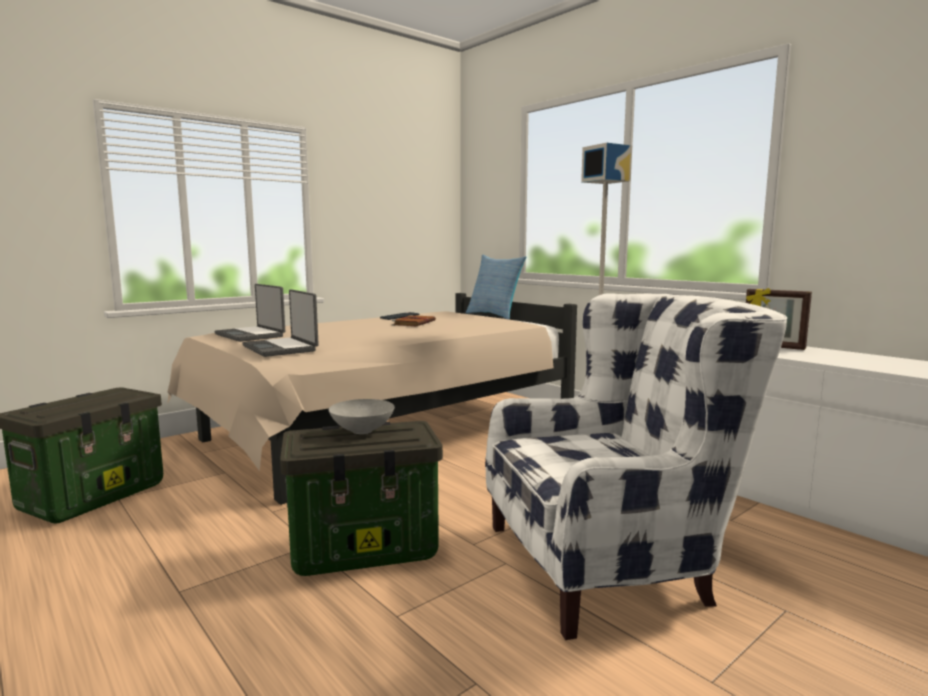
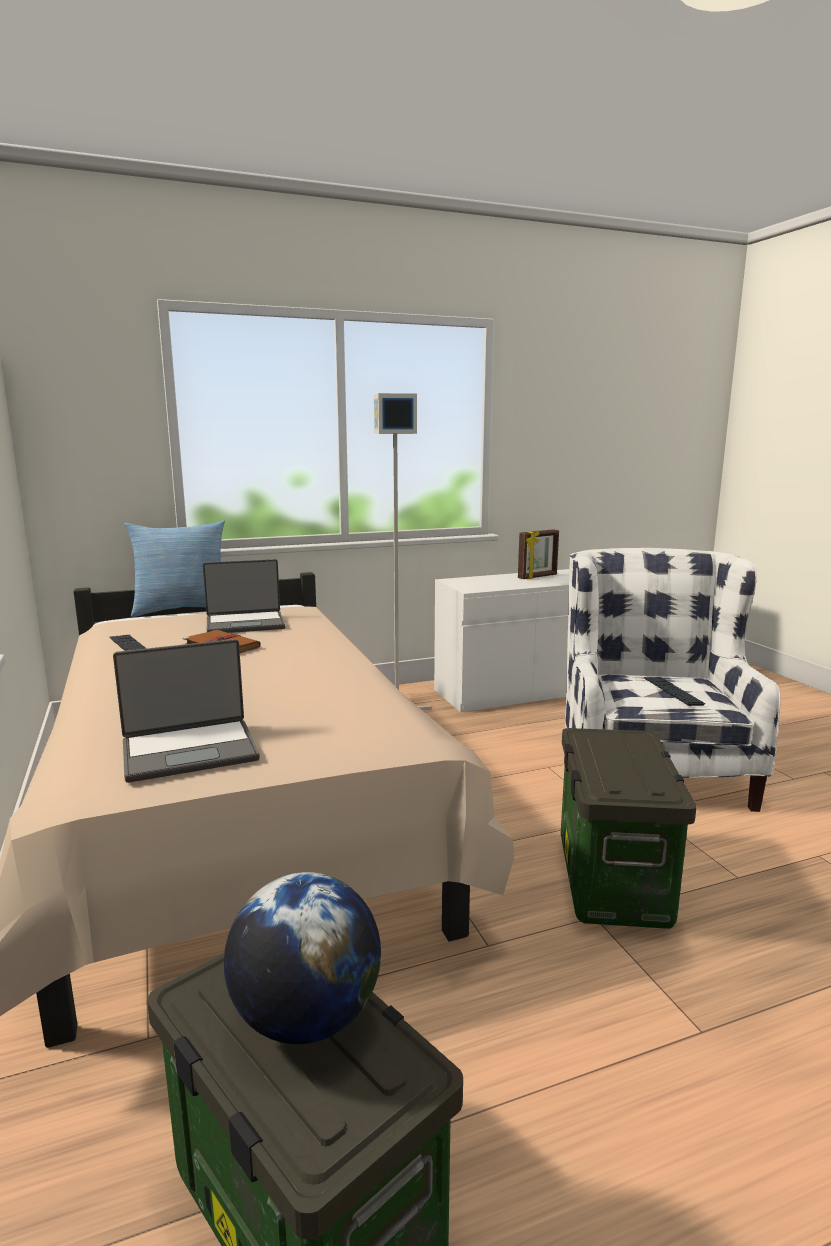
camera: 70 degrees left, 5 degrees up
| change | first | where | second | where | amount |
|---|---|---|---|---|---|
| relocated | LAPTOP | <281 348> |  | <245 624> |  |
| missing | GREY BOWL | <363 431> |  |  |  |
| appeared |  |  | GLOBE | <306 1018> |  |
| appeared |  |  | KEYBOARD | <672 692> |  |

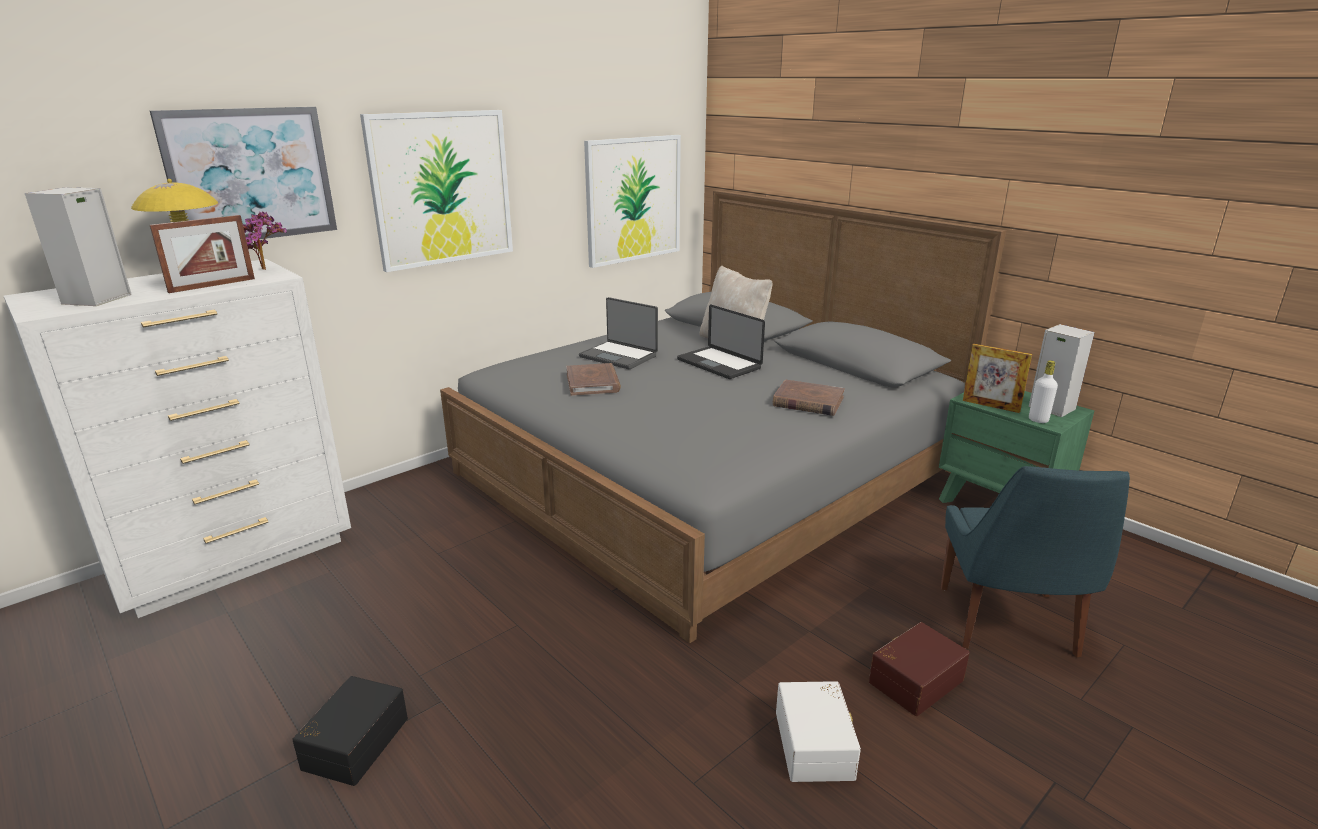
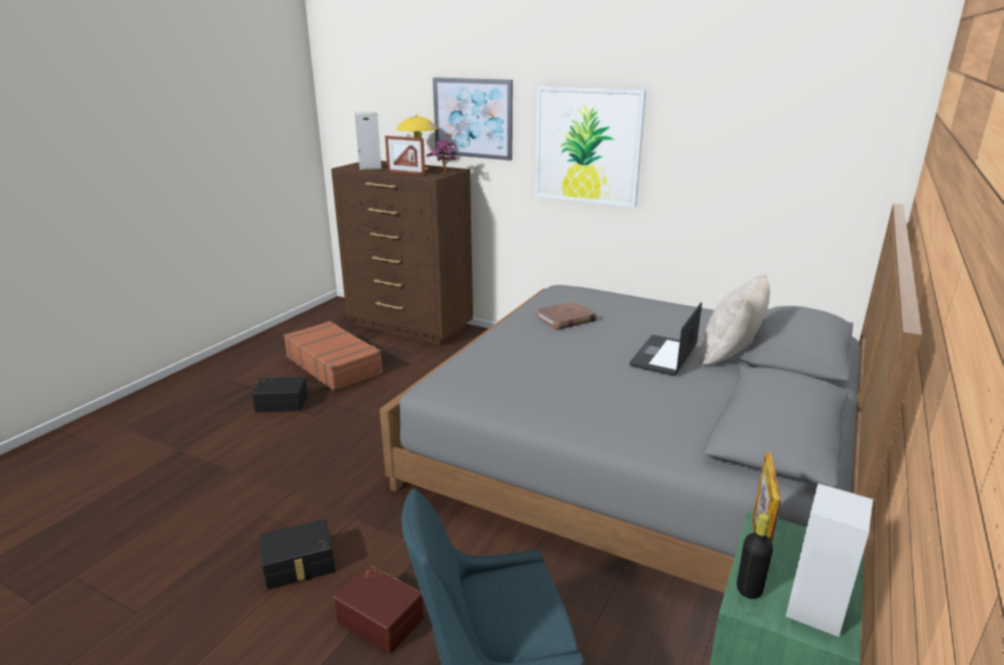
camera: 70 degrees right, 0 degrees up
| change | first | where | second | where | amount |
|---|---|---|---|---|---|
| colour | WHITE DRESSER | <236 558> | BROWN DRESSER | <410 326> |  |
| missing | LAPTOP | <619 356> |  |  |  |
| missing | PICTURE | <633 199> |  |  |  |
| missing | BROWN BOOK | <808 402> |  |  |  |
| colour | WHITE STORAGE BOX | <816 744> | BLACK STORAGE BOX | <299 565> |  |
| colour | WHITE BOTTLE | <1038 420> | BLACK BOTTLE | <749 589> |  |
| appeared |  |  | BROWN SUITCASE | <334 365> |  |

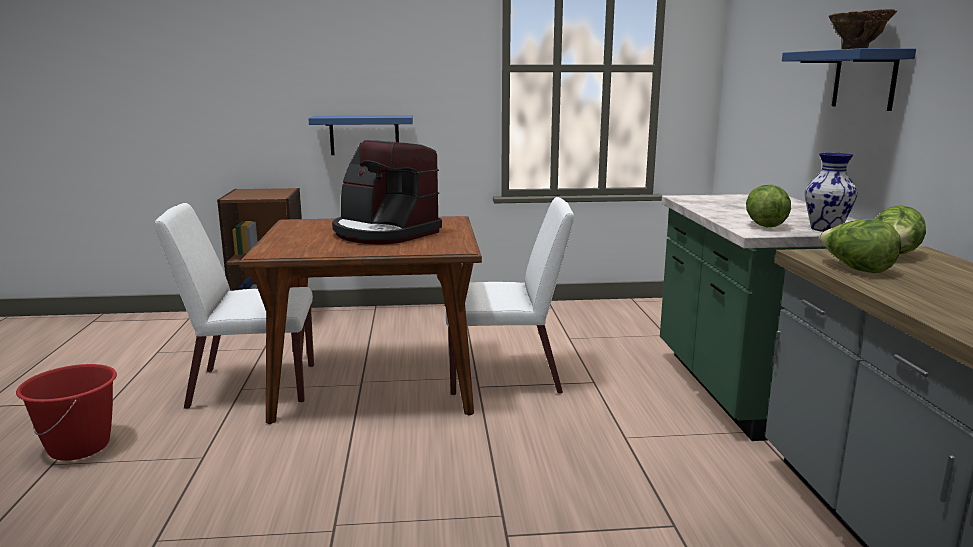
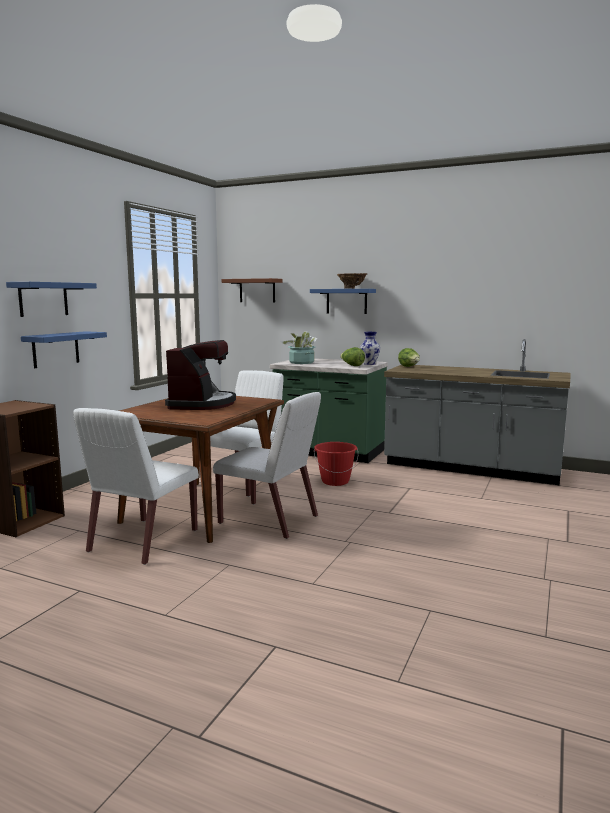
camera: 60 degrees left, 5 degrees down
| change | first | where | second | where | amount |
|---|---|---|---|---|---|
| relocated | RED BUCKET | <80 447> |  | <335 481> |  |
| spun | COFFEE MACHINE | <384 233> |  | <202 404> | 60 degrees counterclockwise |
| missing | LETTUCE | <855 269> |  |  |  |
| appeared |  |  | BLUE SHELF | <43 299> |  |
| appeared |  |  | WHITE CHAIR | <270 520> |  |
| appeared |  |  | BROWN SHELF | <257 290> |  |
| appeared |  |  | POTTED PLANT | <301 362> |  |

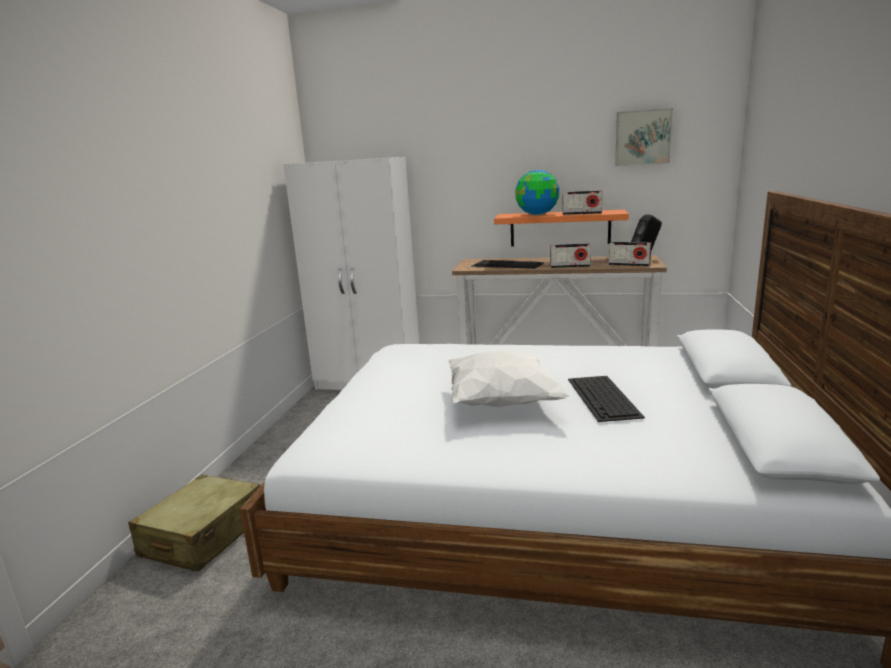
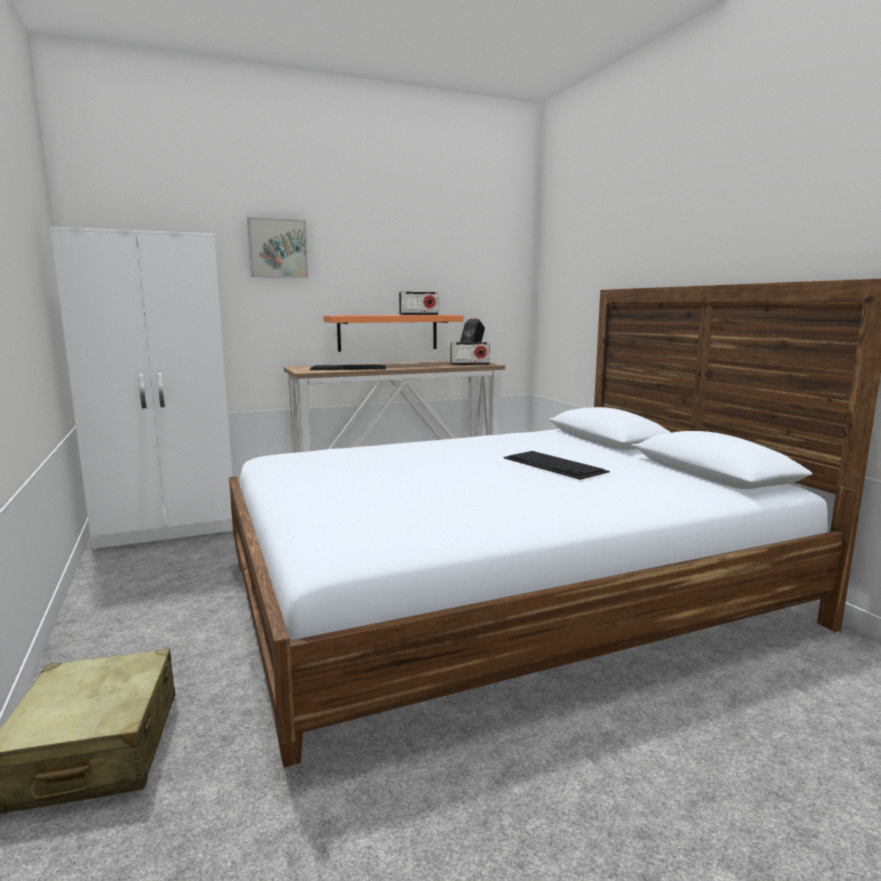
camera: 35 degrees left, 5 degrees down
| change | first | where | second | where | amount |
|---|---|---|---|---|---|
| missing | WHITE PILLOW | <500 402> |  |  |  |
| missing | GLOBE | <537 214> |  |  |  |
| missing | RADIO | <570 266> |  |  |  |
| relocated | PICTURE | <642 138> |  | <277 248> |  |

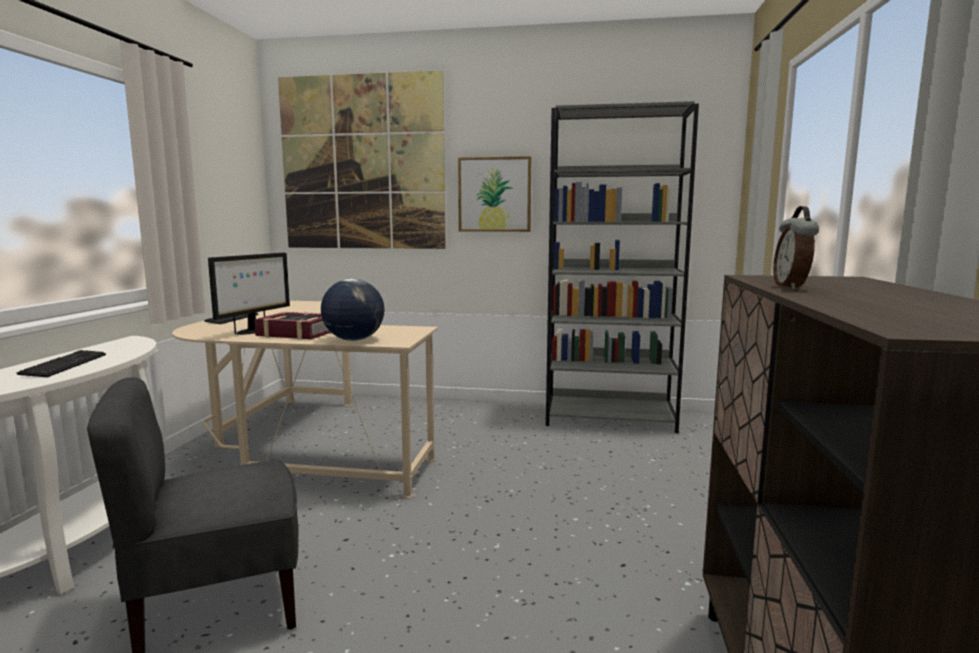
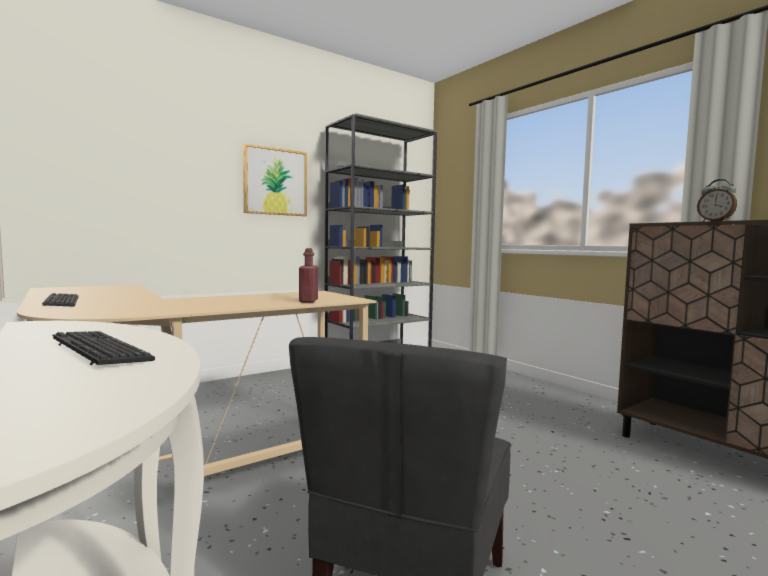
camera: 45 degrees left, 5 degrees down
| change | first | where | second | where | amount |
|---|---|---|---|---|---|
| missing | MONITOR | <253 331> |  |  |  |
| missing | BOOK | <297 333> |  |  |  |
| missing | PICTURE | <362 163> |  |  |  |
| exchanged | GLOBE | <353 340> | RED BOTTLE | <308 301> |  |

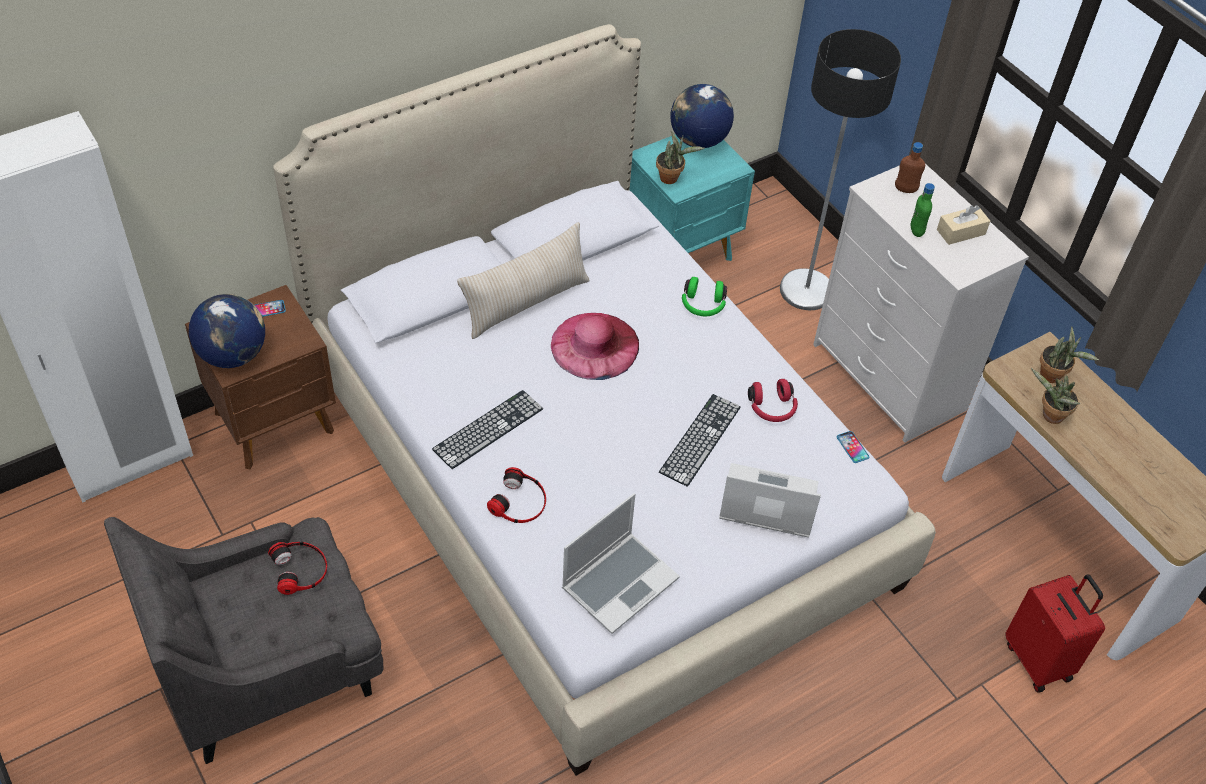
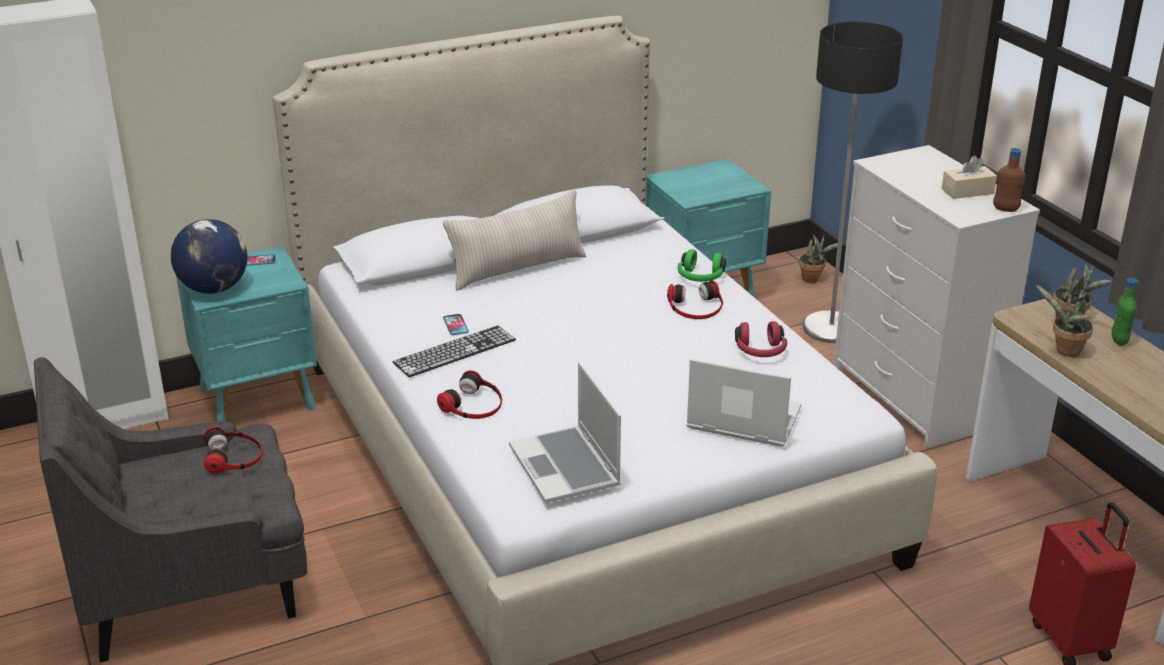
camera: 10 degrees right, 20 degrees down
| change | first | where | second | where | amount |
|---|---|---|---|---|---|
| colour | BROWN NIGHTSTAND | <276 423> | TURQUOISE NIGHTSTAND | <259 400> |  |
| missing | PINK HAT | <595 345> |  |  |  |
| spun | LAPTOP | <620 582> |  | <566 467> | 105 degrees clockwise |
| relocated | POTTED PLANT | <671 178> |  | <813 279> |  |
| missing | KEYBOARD | <700 439> |  |  |  |
| missing | GLOBE | <698 140> |  |  |  |
| relocated | PHONE | <852 447> |  | <455 325> |  |
| relocated | BROWN BOTTLE | <905 190> |  | <1005 209> |  |
| relocated | GREEN BOTTLE | <916 231> |  | <1119 340> |  |
| appeared |  |  | HEADPHONES | <696 307> |  |

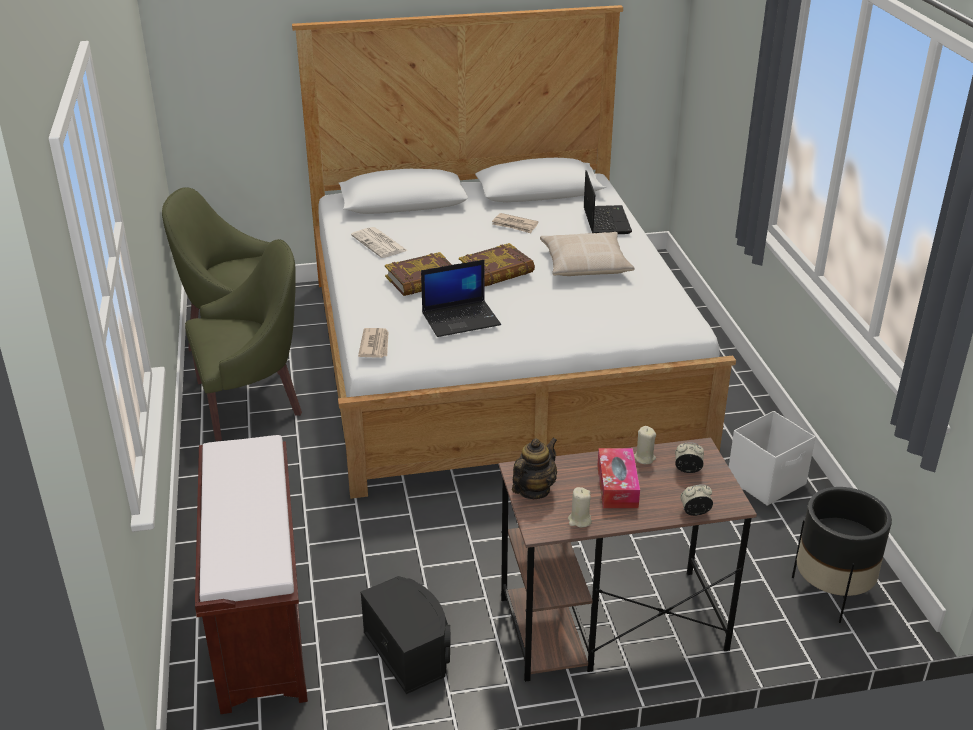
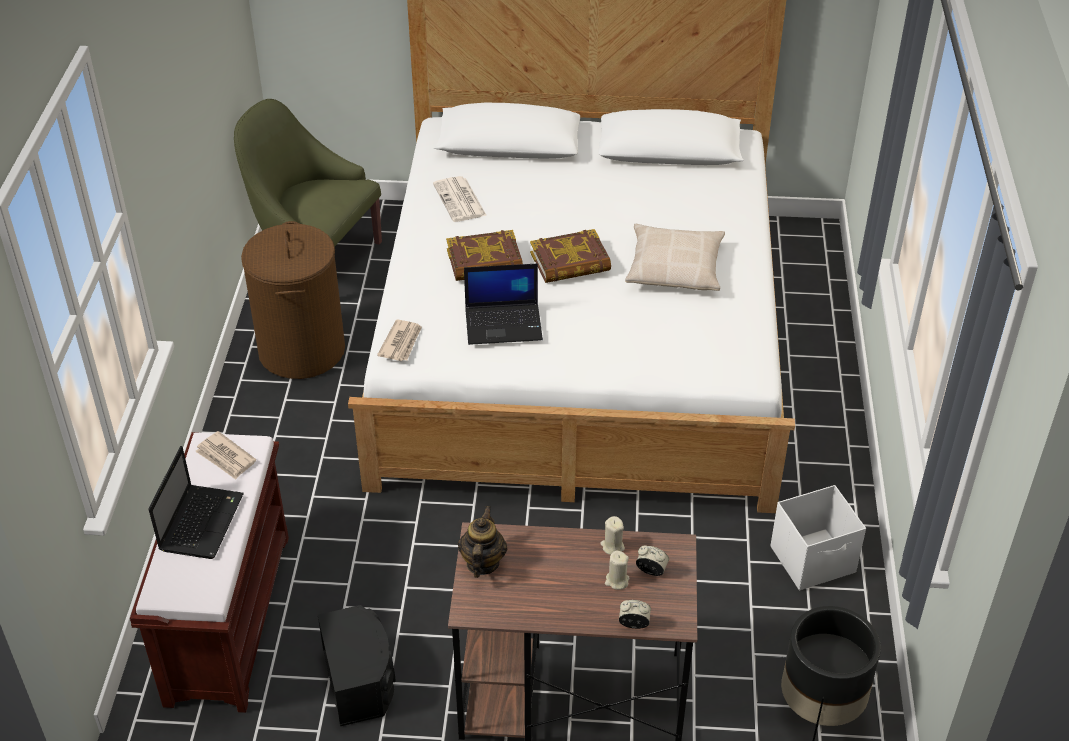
camera: 15 degrees right, 10 degrees up
| change | first | where | second | where | amount |
|---|---|---|---|---|---|
| exchanged | GREEN ARMCHAIR | <252 401> | BROWN LAUNDRY BASKET | <302 350> |  |
| relocated | NEWSPAPER | <515 225> |  | <226 458> |  |
| spun | TEAPOT | <533 490> |  | <482 563> | 45 degrees counterclockwise |
| relocated | BEIGE CANDLE | <579 520> |  | <617 581> |  |
| relocated | LAPTOP | <605 220> |  | <201 521> |  |
| missing | TISSUE BOX | <617 486> |  |  |  |

